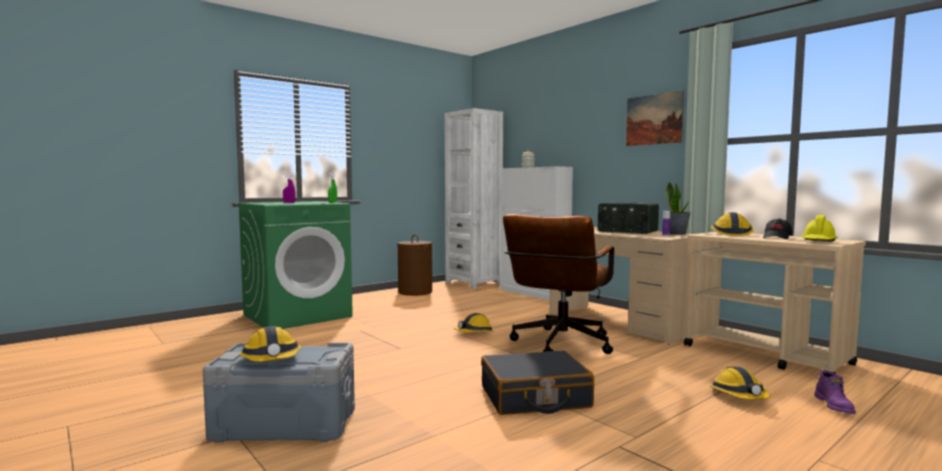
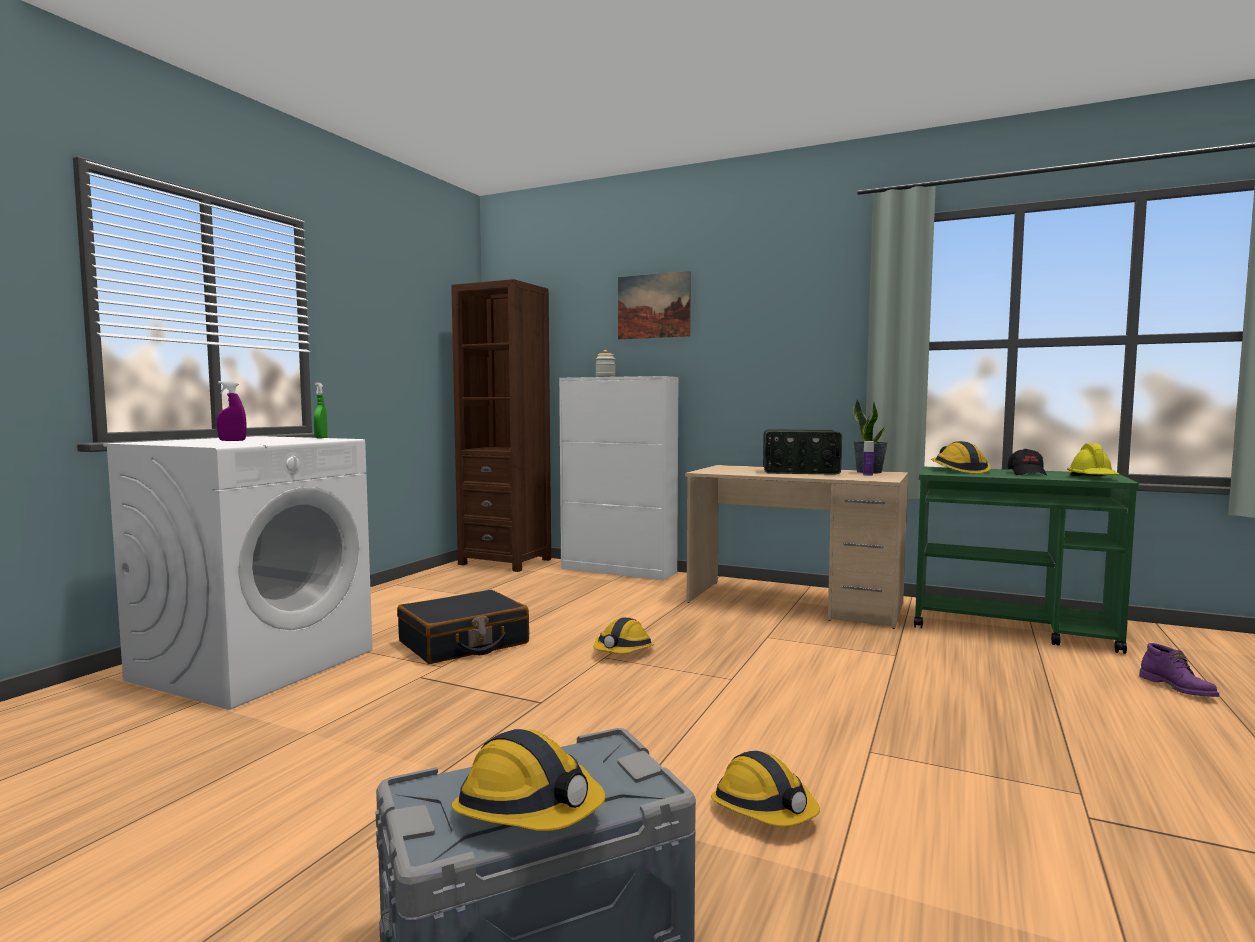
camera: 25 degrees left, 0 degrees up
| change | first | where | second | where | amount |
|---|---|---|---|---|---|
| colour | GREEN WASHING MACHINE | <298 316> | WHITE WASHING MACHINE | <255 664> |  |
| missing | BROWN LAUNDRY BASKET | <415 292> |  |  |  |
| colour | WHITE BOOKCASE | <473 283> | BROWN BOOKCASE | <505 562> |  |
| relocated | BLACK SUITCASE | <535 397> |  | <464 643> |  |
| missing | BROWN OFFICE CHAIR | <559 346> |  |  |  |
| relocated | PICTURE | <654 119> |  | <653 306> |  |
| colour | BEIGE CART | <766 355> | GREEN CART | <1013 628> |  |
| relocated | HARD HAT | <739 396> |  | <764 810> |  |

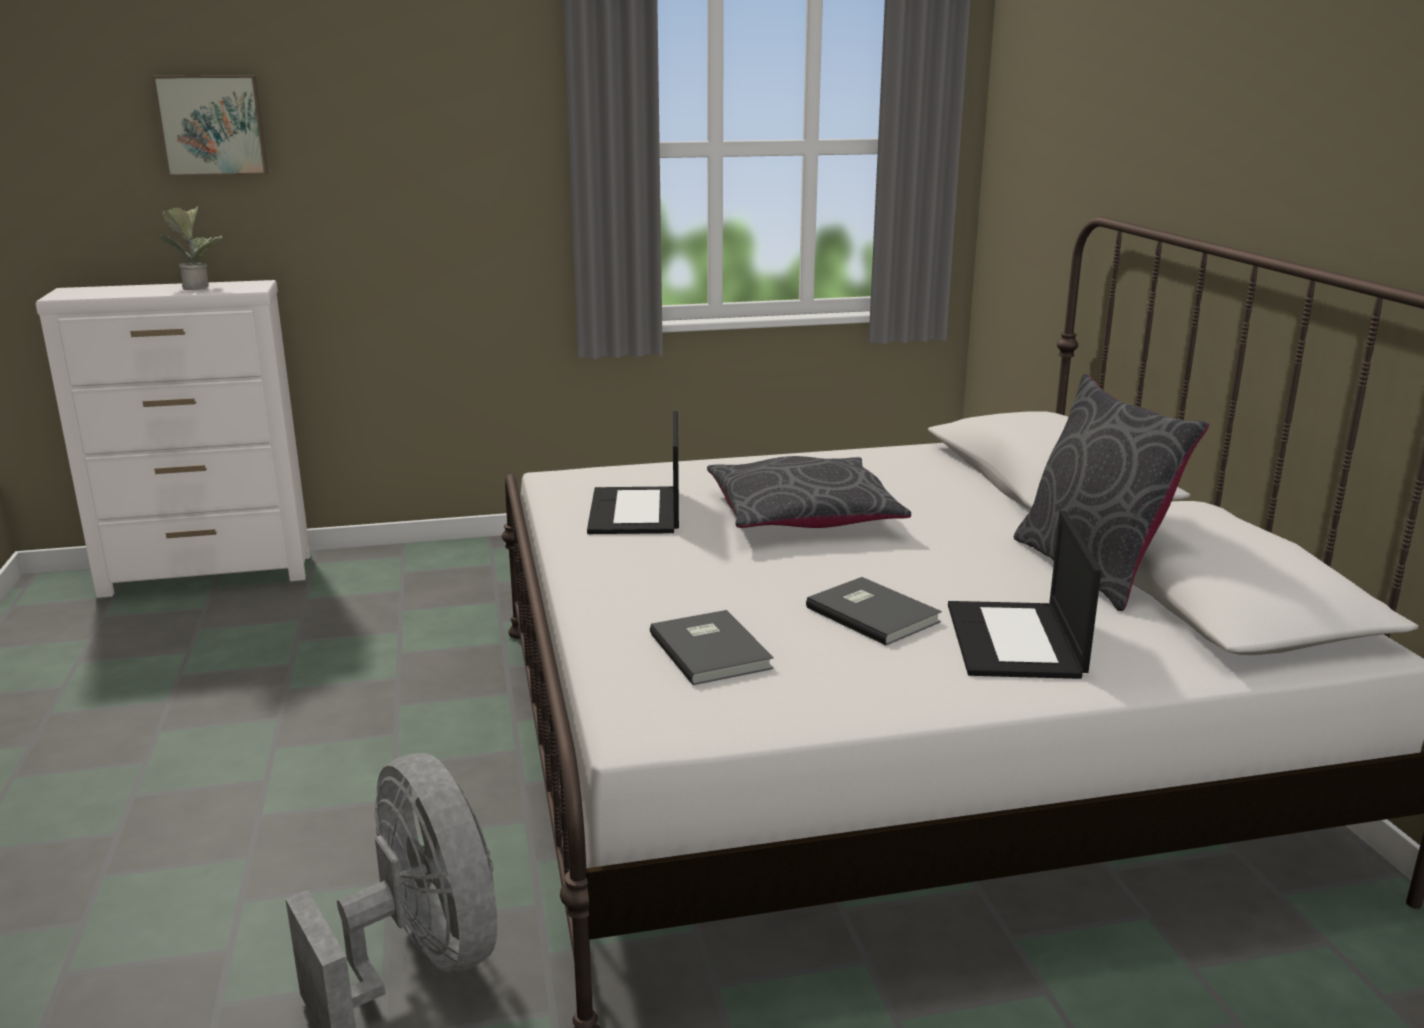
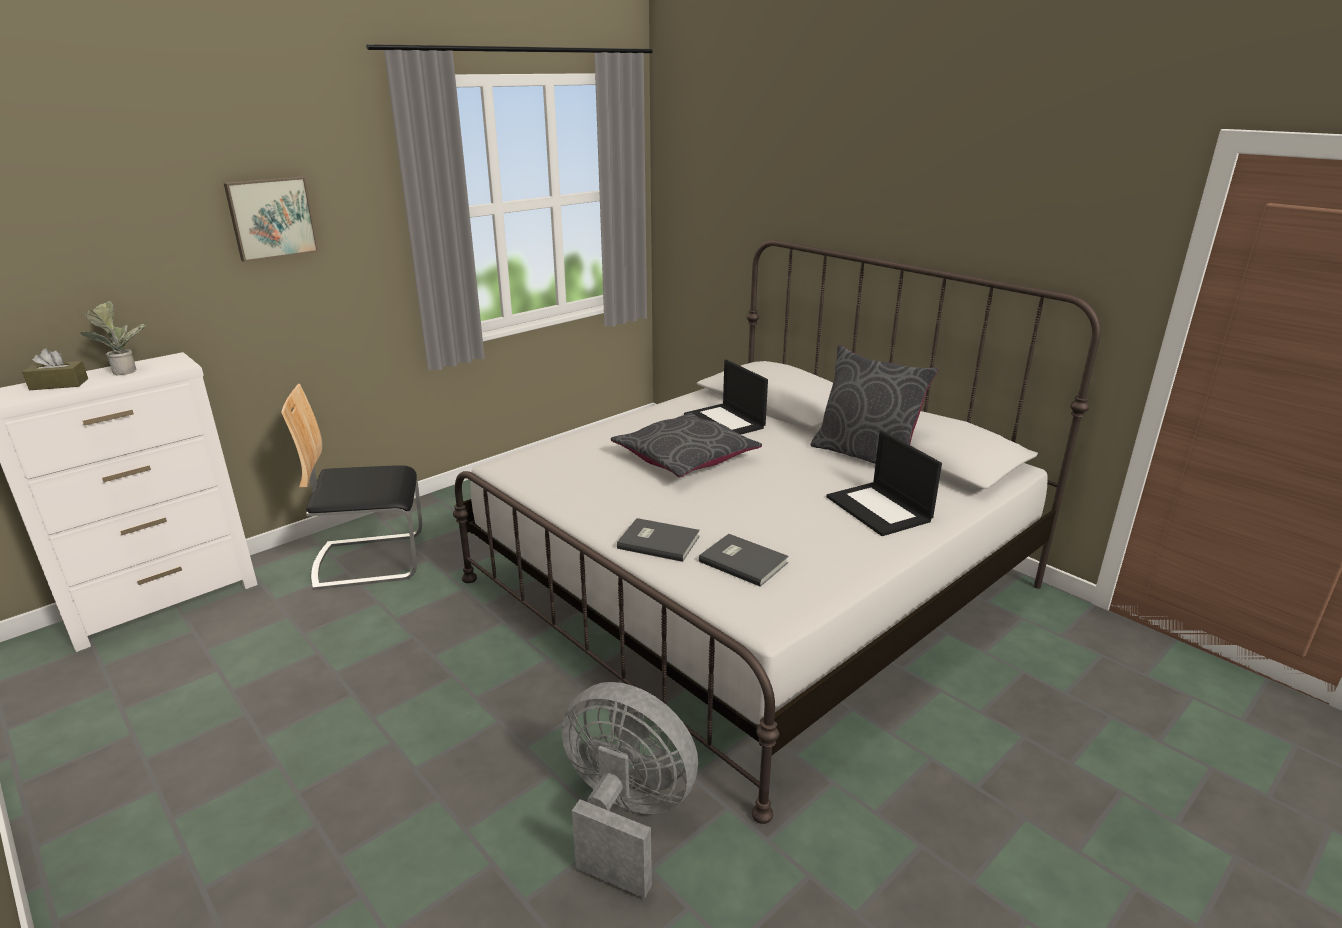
camera: 30 degrees left, 5 degrees up
| change | first | where | second | where | amount |
|---|---|---|---|---|---|
| relocated | PICTURE | <212 125> |  | <271 218> |  |
| relocated | LAPTOP | <636 512> |  | <725 421> |  |
| relocated | GREY BOOK | <873 613> |  | <658 541> |  |
| appeared |  |  | BROWN TISSUE BOX | <59 384> |  |
| appeared |  |  | CHAIR | <370 560> |  |

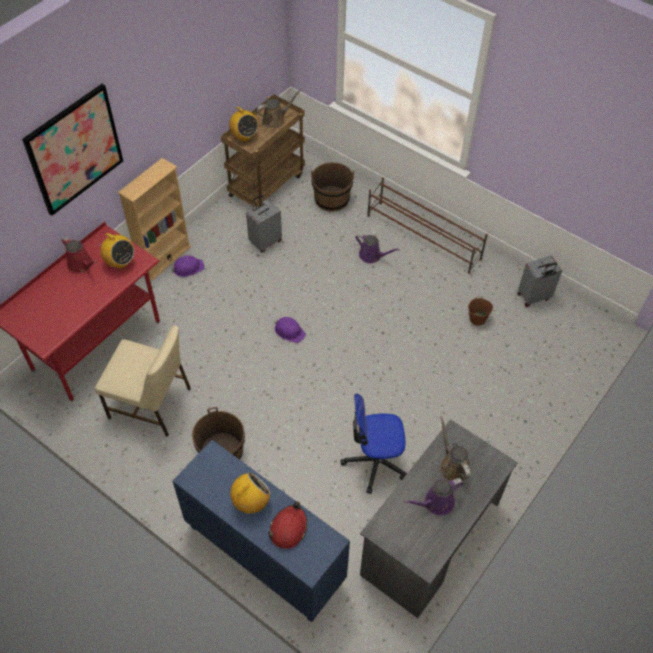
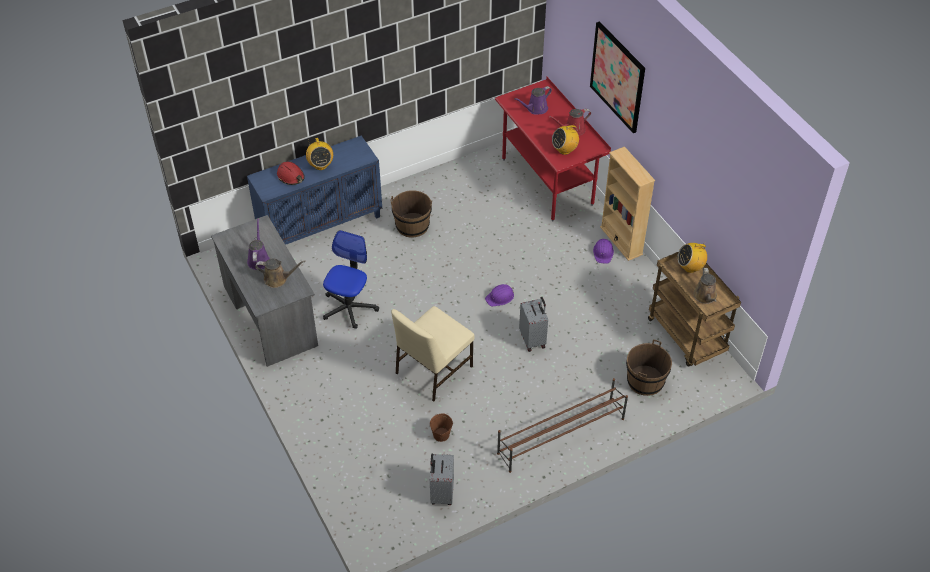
camera: 115 degrees right, 5 degrees down
| change | first | where | second | where | amount |
|---|---|---|---|---|---|
| relocated | BEIGE CHAIR | <151 404> |  | <432 370> |  |
| relocated | GREY SUITCASE | <265 242> |  | <533 340> |  |
| relocated | PURPLE WATERING CAN | <372 256> |  | <535 109> |  |

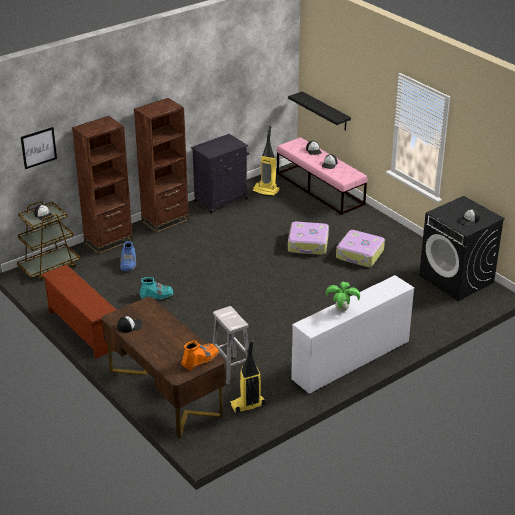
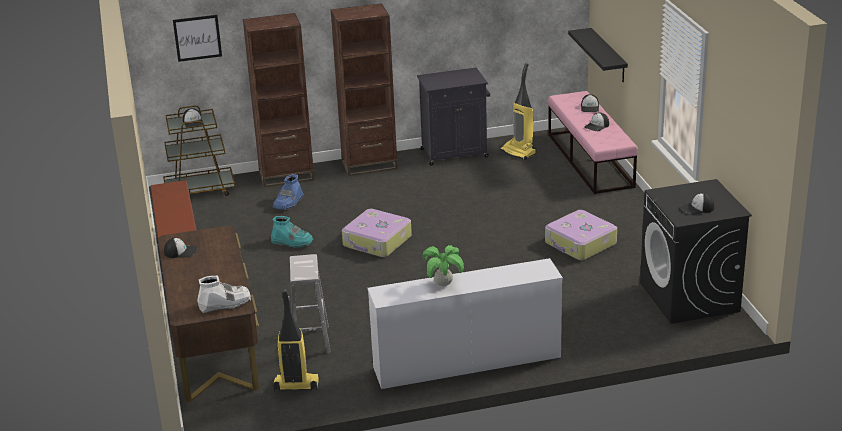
camera: 25 degrees right, 5 degrees down
| change | first | where | second | where | amount |
|---|---|---|---|---|---|
| colour | ORANGE BOOT | <200 360> | WHITE BOOT | <225 304> |  |
| relocated | SUITCASE | <308 244> |  | <377 242> |  |

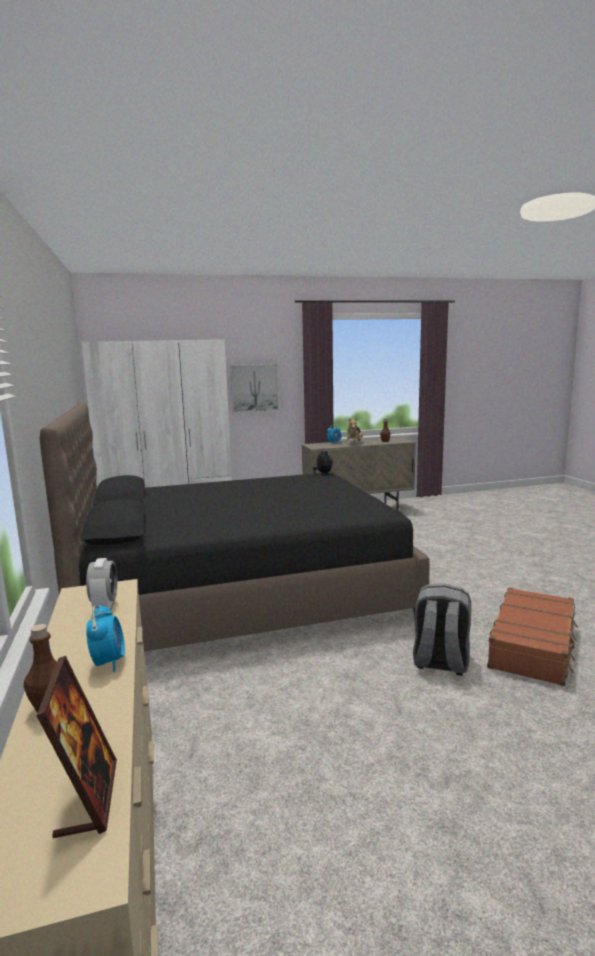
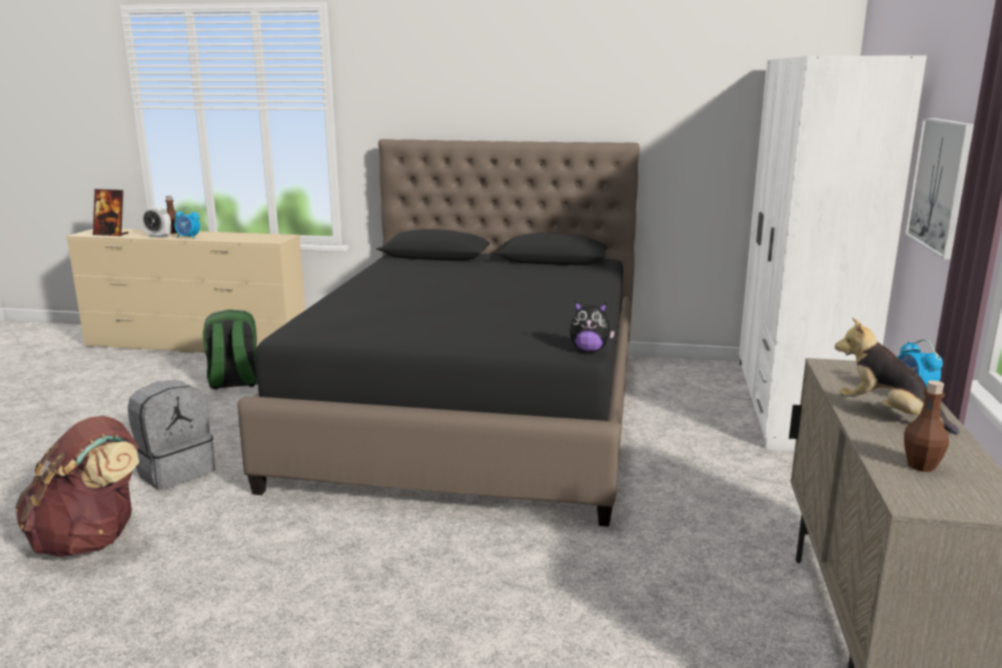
camera: 115 degrees right, 5 degrees up
| change | first | where | second | where | amount |
|---|---|---|---|---|---|
| relocated | ALARM CLOCK | <105 607> |  | <158 236> |  |
| exchanged | BROWN SUITCASE | <533 646> | BROWN BACKPACK | <91 540> |  |
| appeared |  |  | GREEN BACKPACK | <234 382> |  |

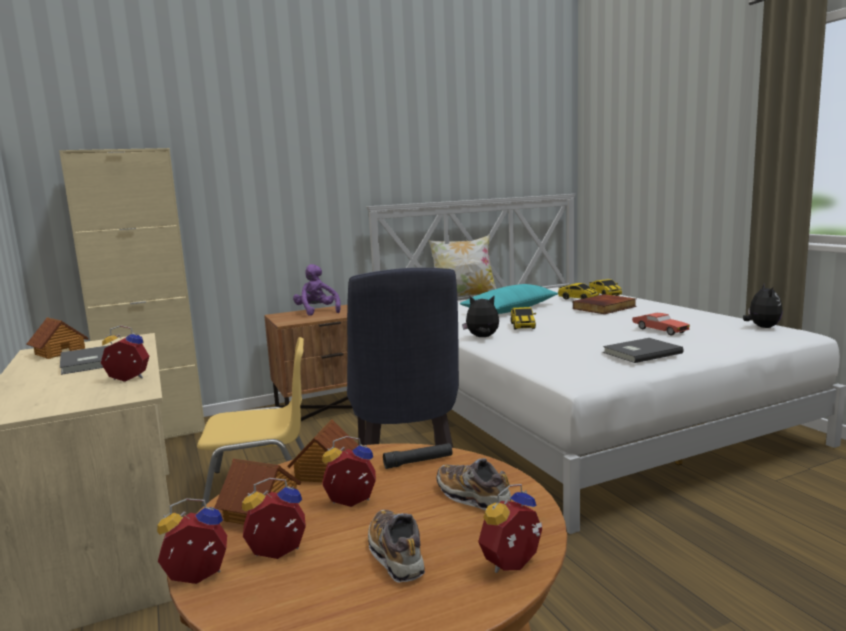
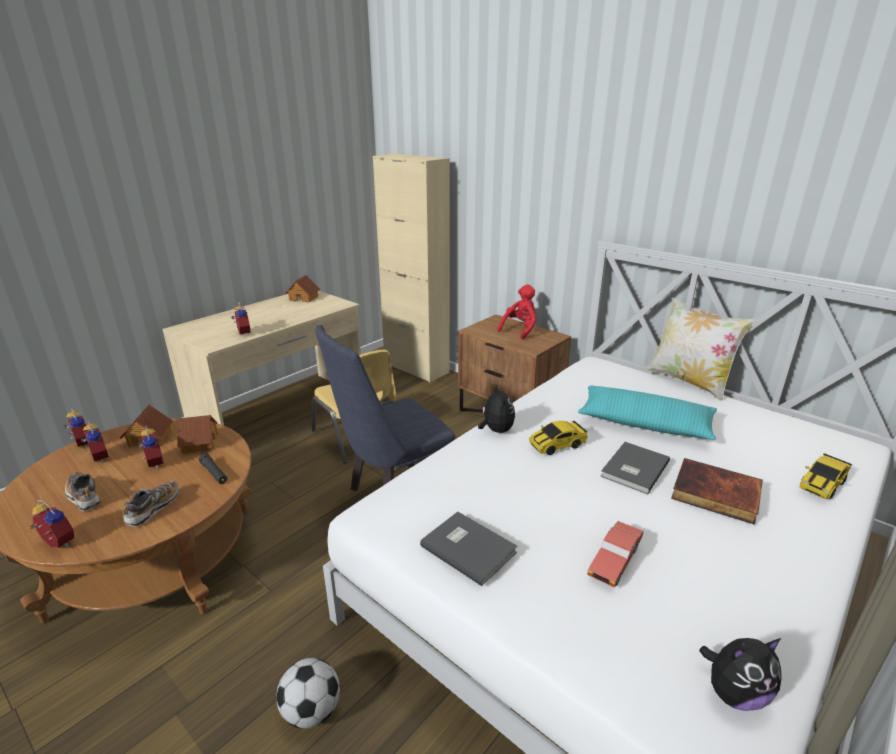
camera: 65 degrees right, 15 degrees up
| change | first | where | second | where | amount |
|---|---|---|---|---|---|
| relocated | GREY BOOK | <87 362> |  | <633 469> |  |
| colour | PURPLE PLUSH TOY | <317 312> | RED PLUSH TOY | <520 330> |  |
| spun | SHOE | <396 555> |  | <84 497> | 90 degrees counterclockwise |
| missing | TOY CAR | <578 299> |  |  |  |
| appeared |  |  | FOOTBALL | <312 711> |  |

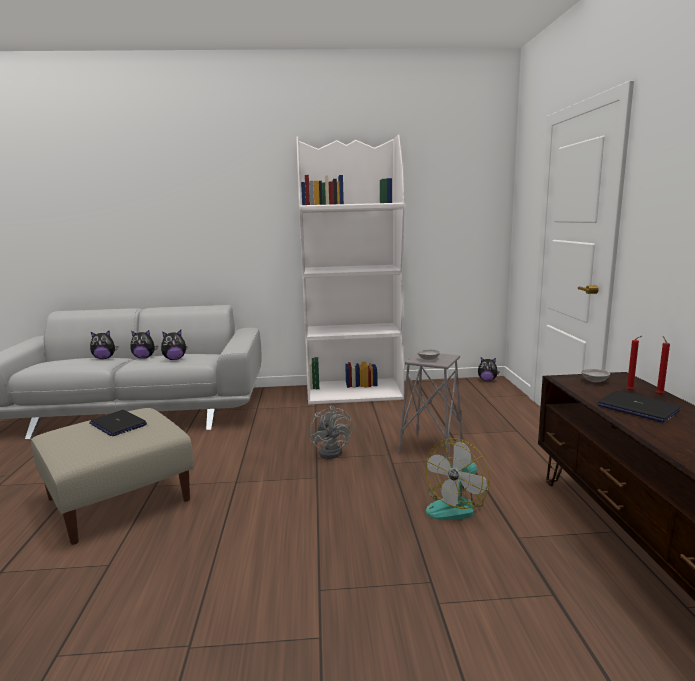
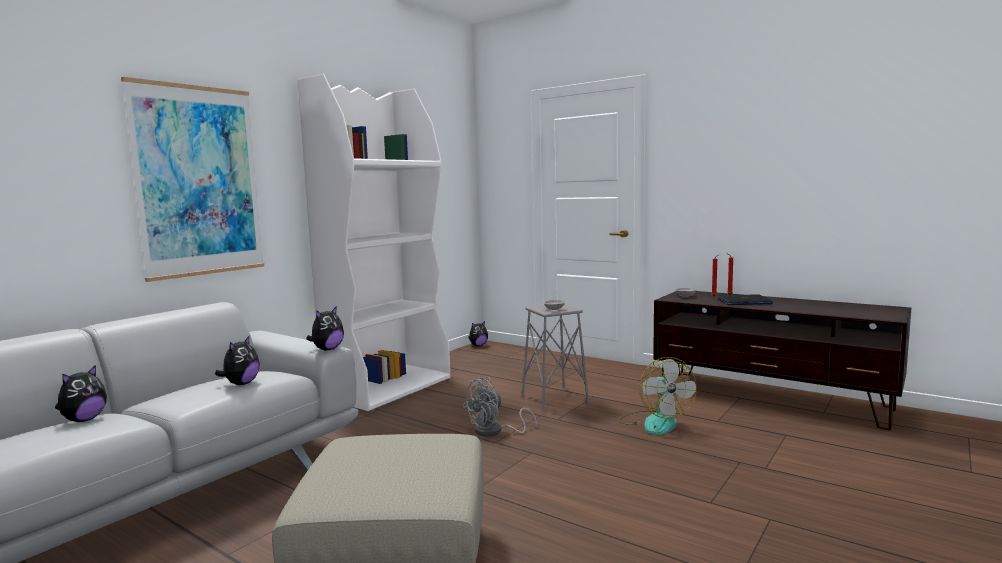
camera: 50 degrees left, 5 degrees down
| change | first | where | second | where | amount |
|---|---|---|---|---|---|
| missing | LAPTOP | <118 424> |  |  |  |
| relocated | PLUSH TOY | <144 358> |  | <327 349> |  |
| spun | GREY FAN | <333 451> |  | <494 432> | 120 degrees clockwise |
| appeared |  |  | PICTURE | <198 181> |  |

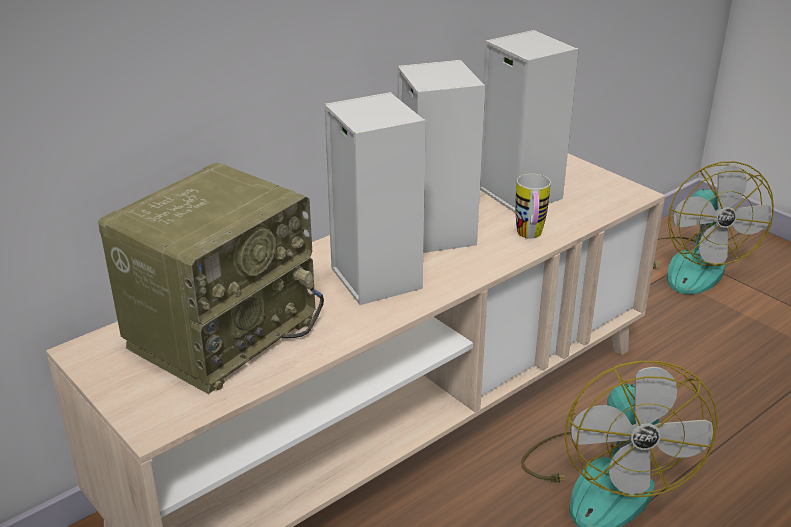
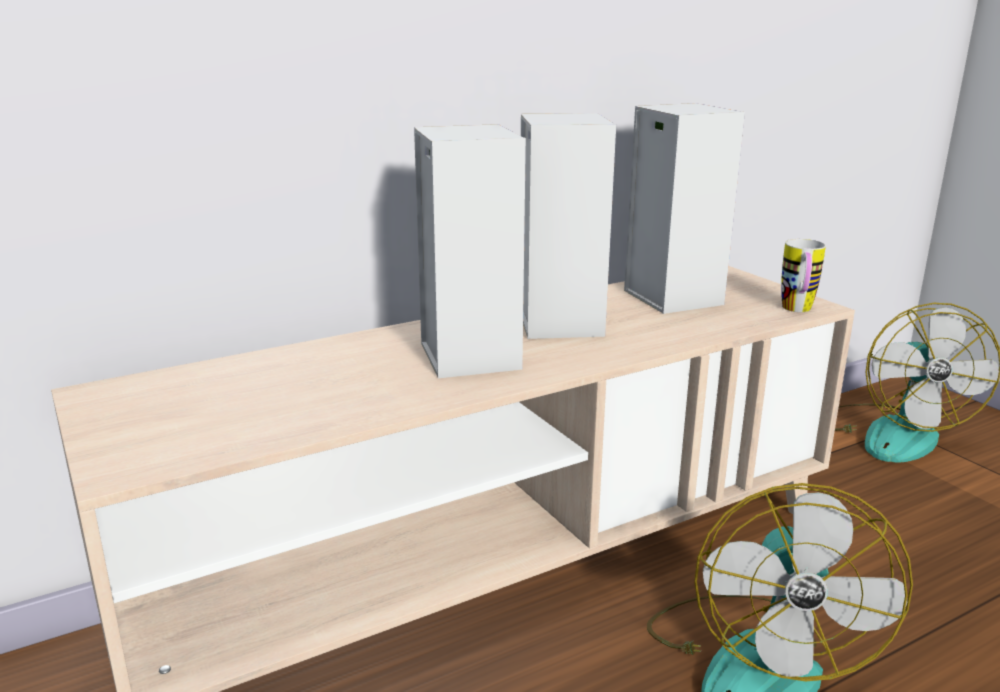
camera: 10 degrees right, 10 degrees down
| change | first | where | second | where | amount |
|---|---|---|---|---|---|
| missing | RADIO | <222 331> |  |  |  |
| relocated | MUG | <530 237> |  | <797 311> |  |

